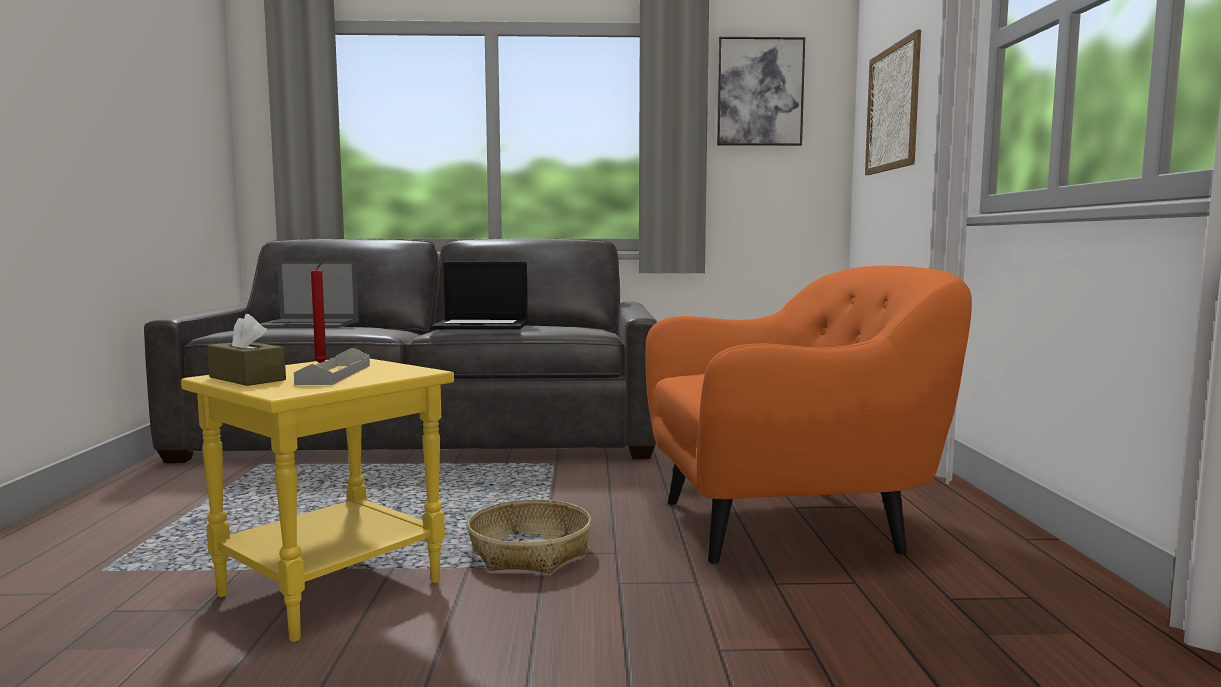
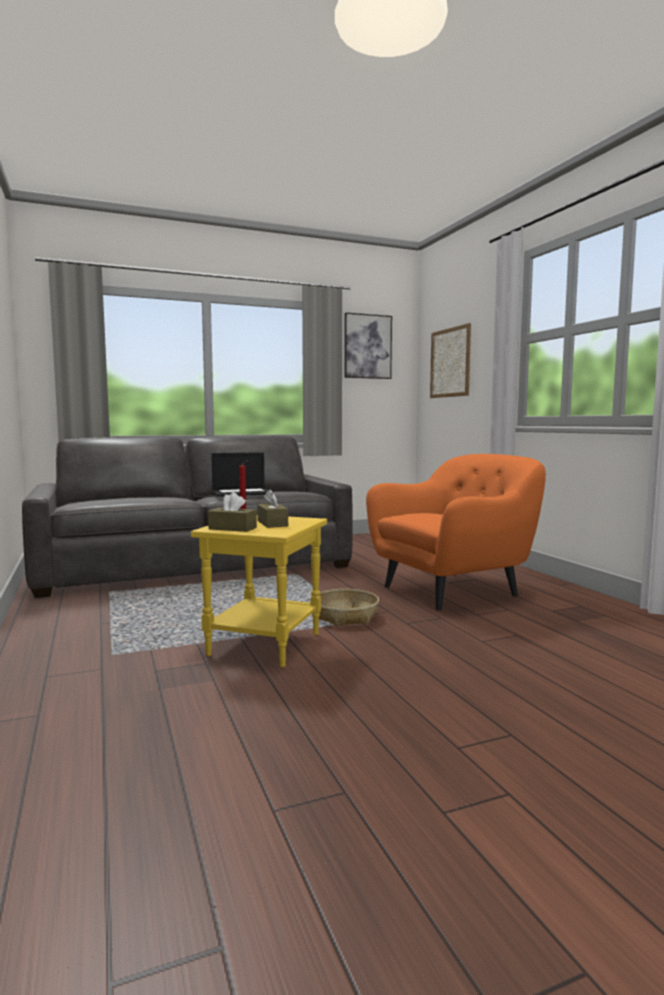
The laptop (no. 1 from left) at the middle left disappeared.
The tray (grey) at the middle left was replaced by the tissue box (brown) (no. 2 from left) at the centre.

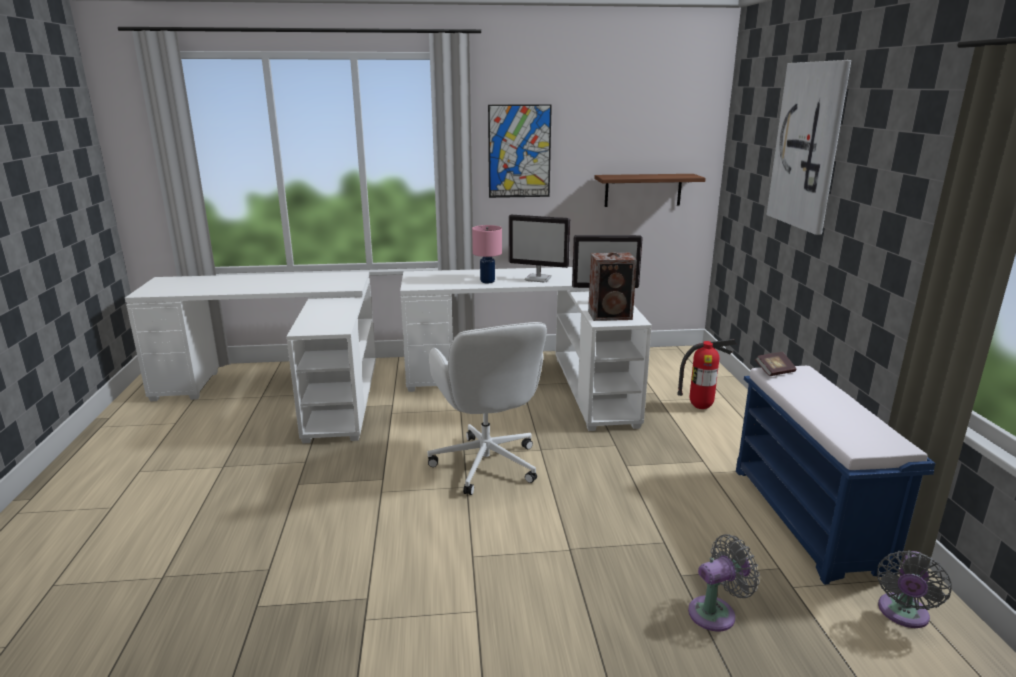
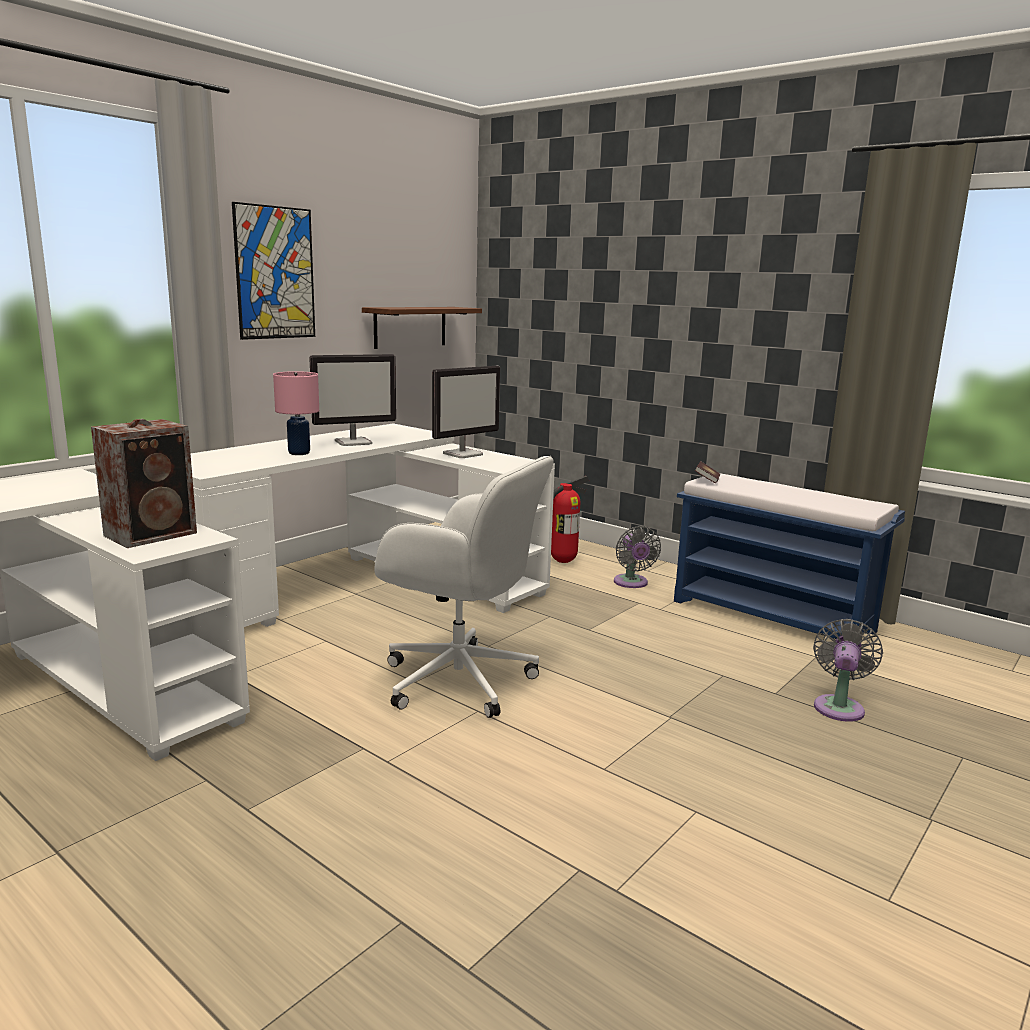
The picture (no. 2 from left) at the top right disappeared.
The speaker moved from the centre to the middle left.
The fan (grey) (no. 2 from left in the first image) moved from the bottom right to the centre.

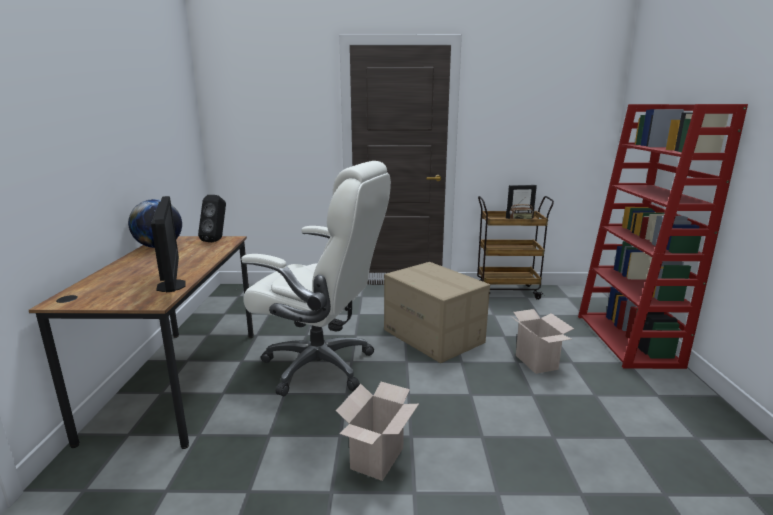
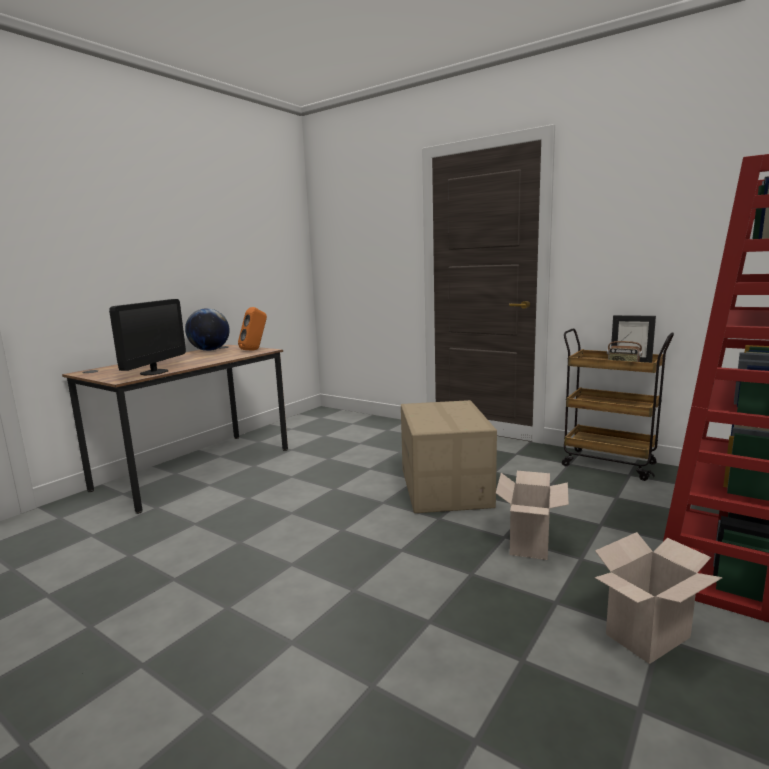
The office chair (white) at the centre disappeared.
The cardboard box (no. 1 from left in the first image) moved from the bottom centre to the bottom right.
The speaker (black) at the middle left became the speaker (orange) at the middle left.

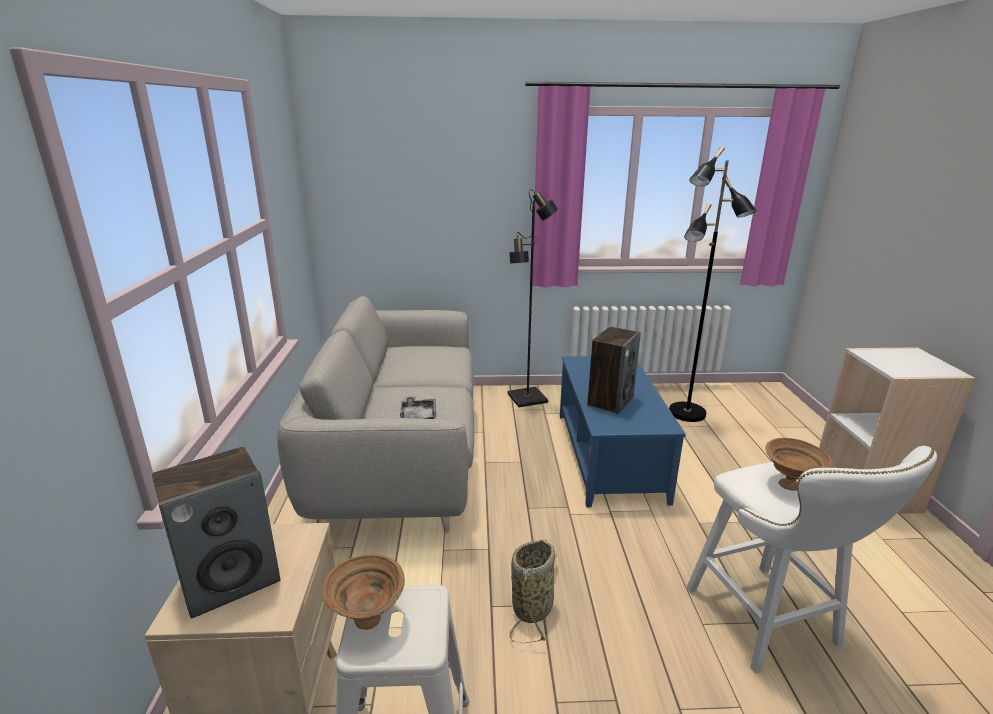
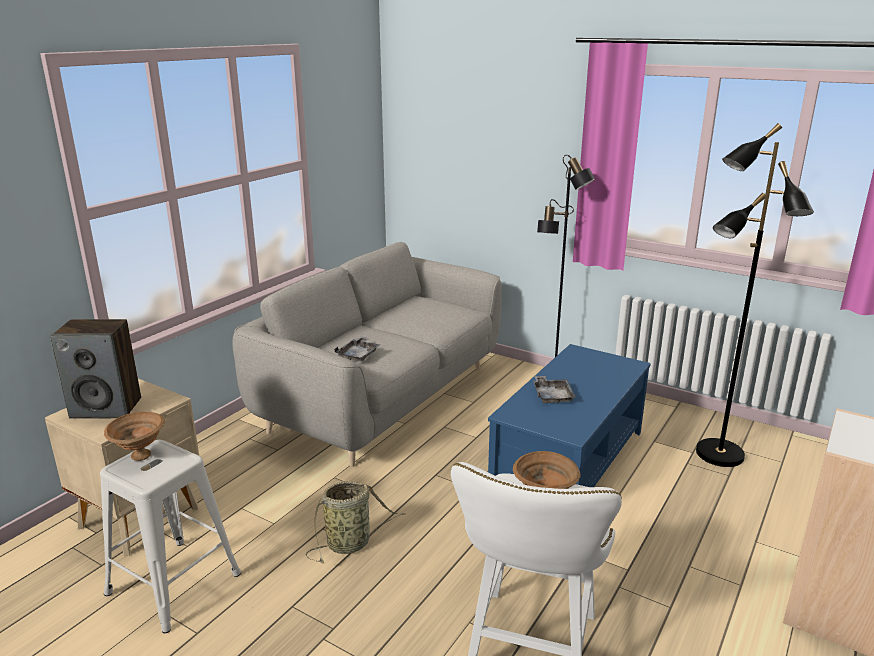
The speaker (no. 2 from left) at the centre was replaced by the tray (grey) (no. 2 from left) at the centre.

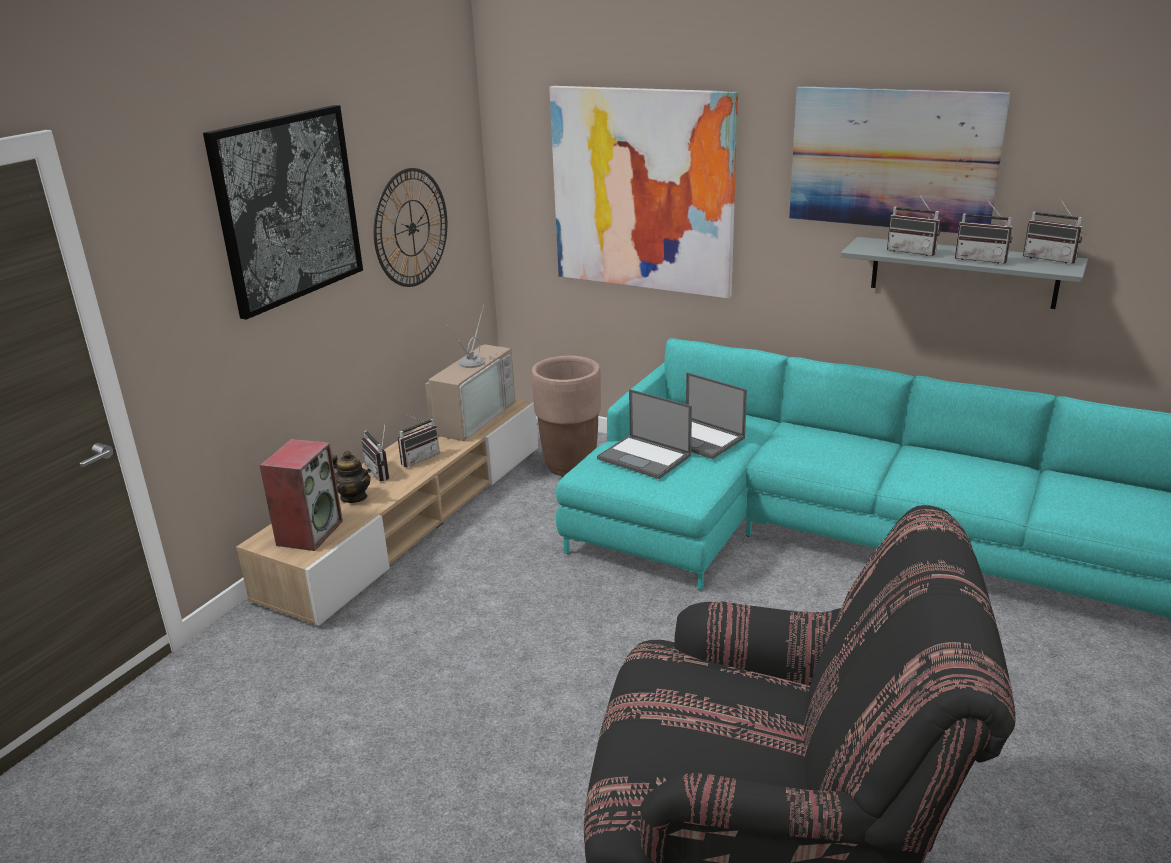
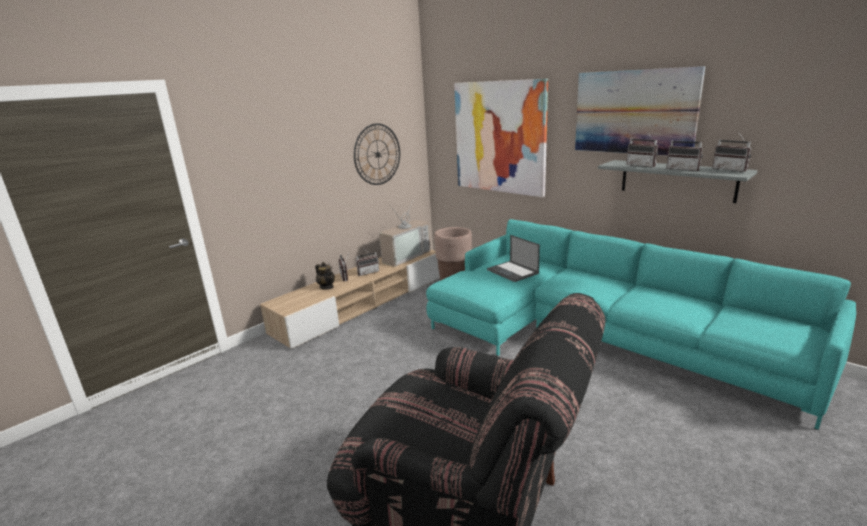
The picture (no. 1 from left) at the top left disappeared.
The speaker at the middle left disappeared.
The laptop (no. 1 from left) at the centre disappeared.

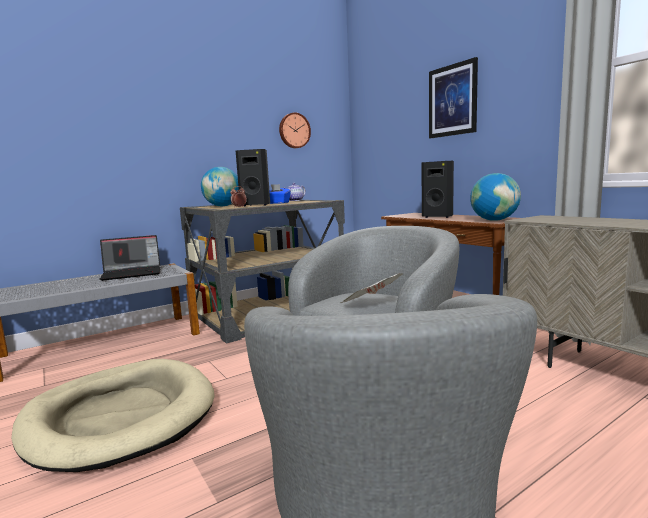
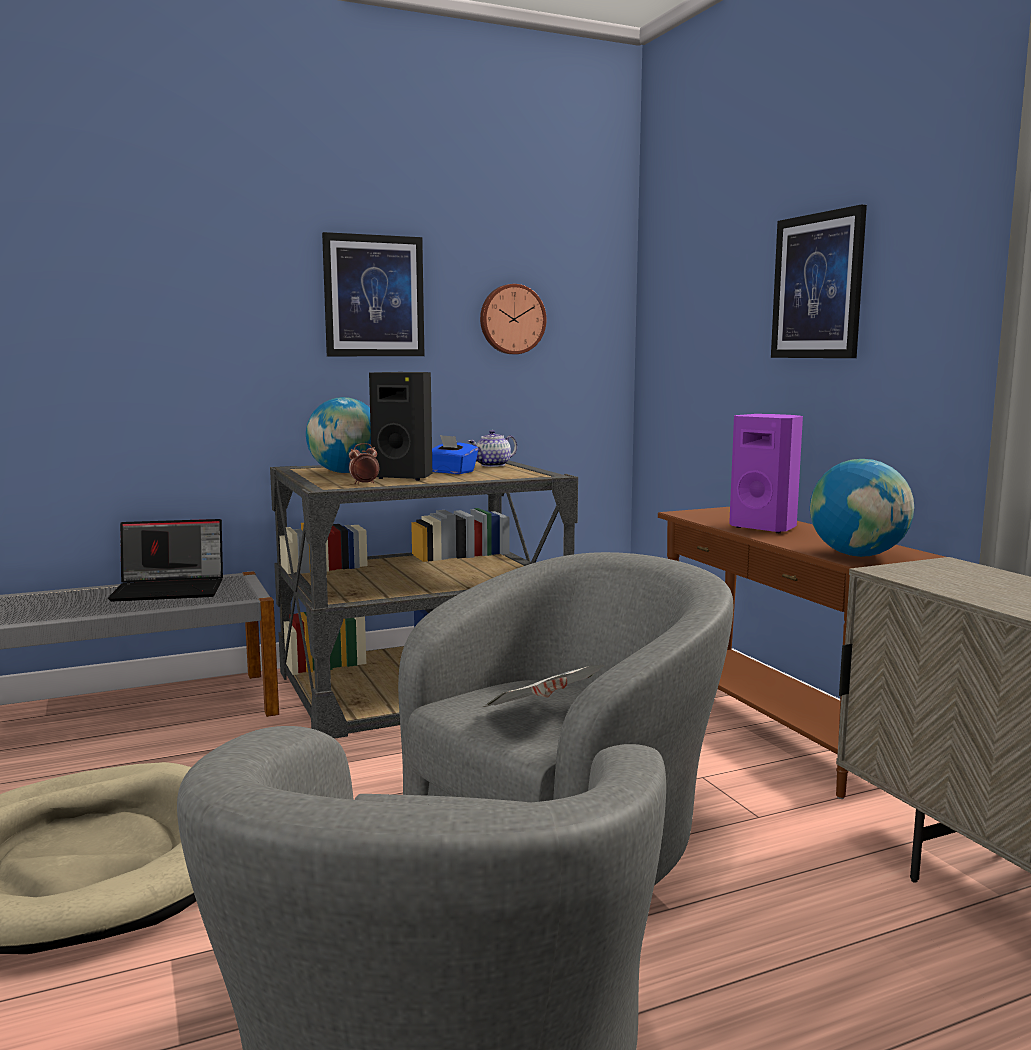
The picture (no. 1 from left) at the top centre appeared.
The speaker (black) (no. 2 from left) at the middle right became the speaker (purple) at the middle right.

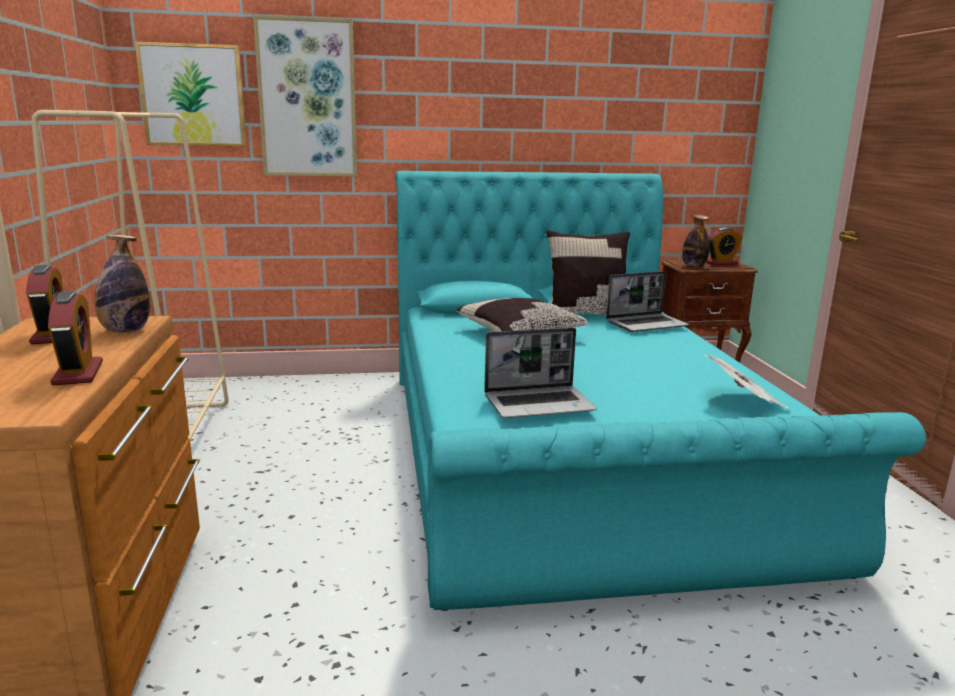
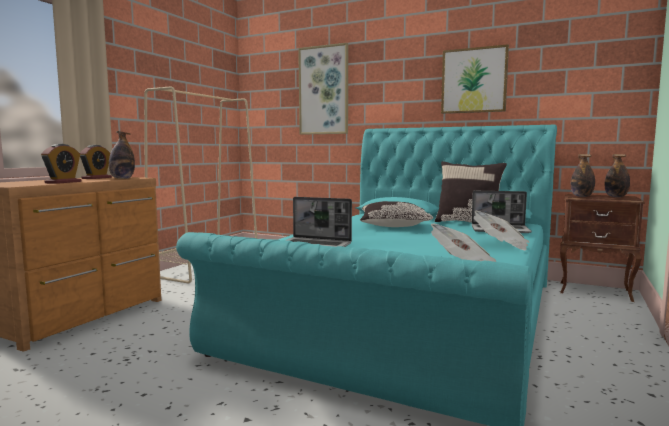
The newspaper (no. 2 from left) at the middle right appeared.
The picture (no. 1 from left in the first image) moved from the top left to the top right.
The alarm clock (no. 3 from left) at the middle right was replaced by the bottle (no. 3 from left) at the middle right.

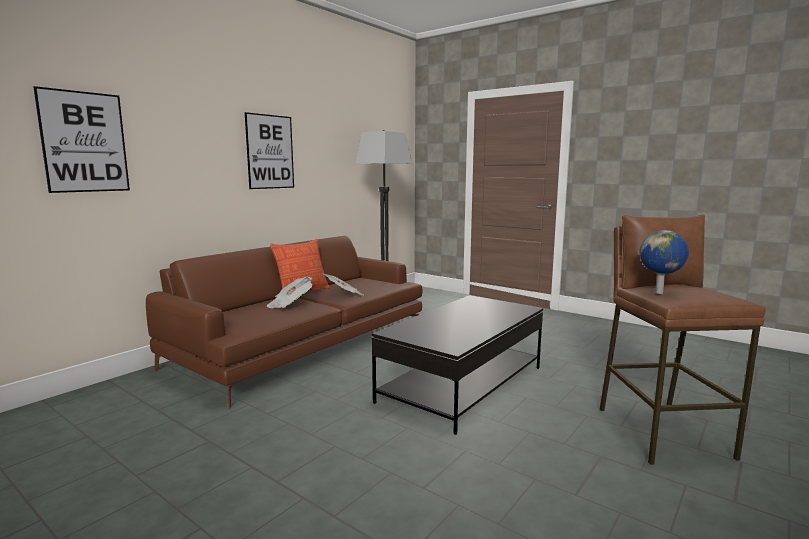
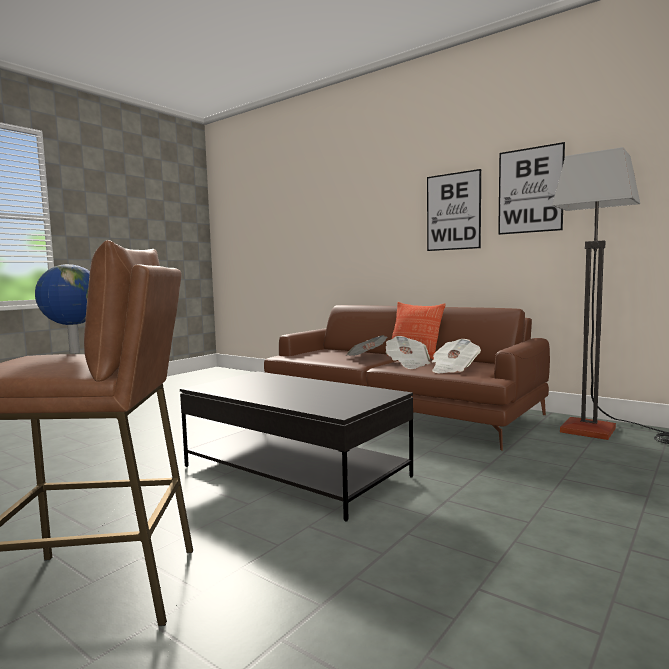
The newspaper (no. 3 from left) at the middle right appeared.
The picture (no. 1 from left in the first image) moved from the top left to the top right.

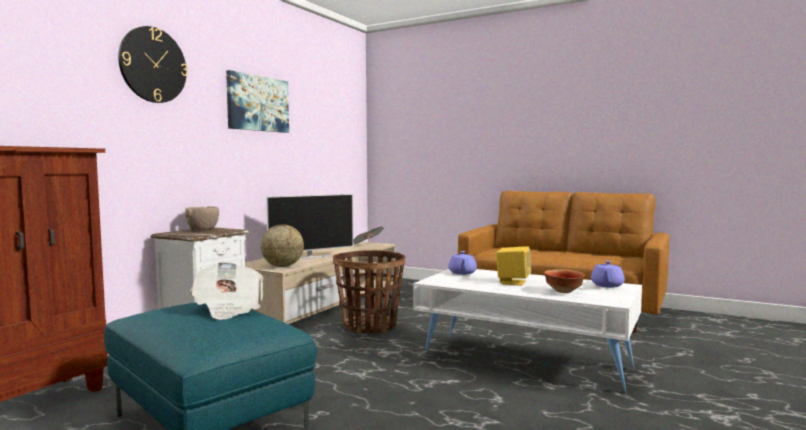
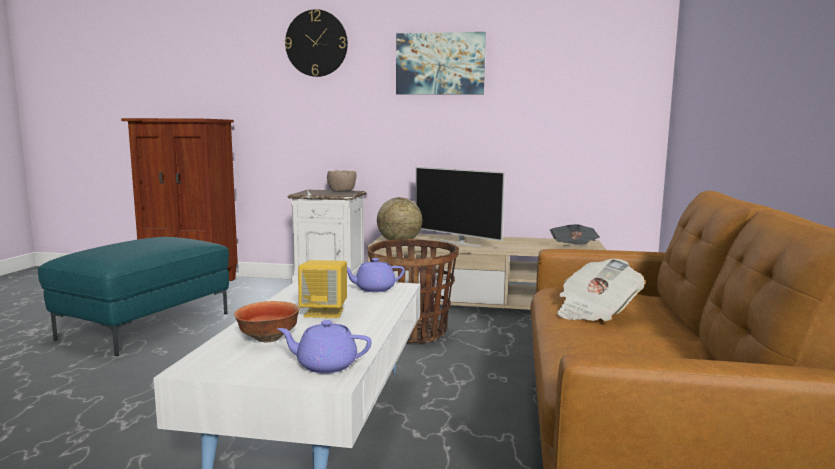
The newspaper (no. 1 from left in the first image) moved from the bottom left to the middle right.

